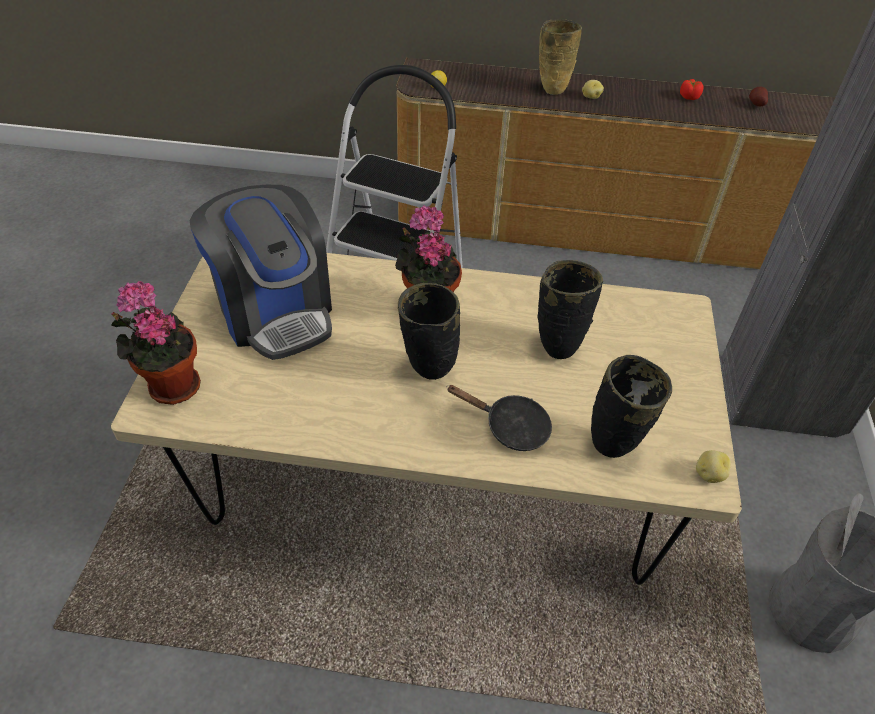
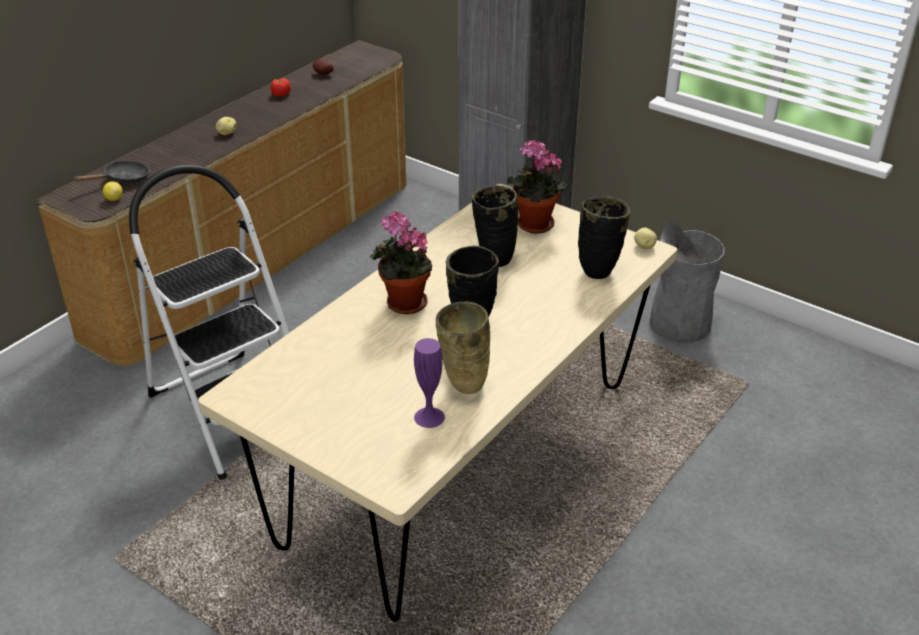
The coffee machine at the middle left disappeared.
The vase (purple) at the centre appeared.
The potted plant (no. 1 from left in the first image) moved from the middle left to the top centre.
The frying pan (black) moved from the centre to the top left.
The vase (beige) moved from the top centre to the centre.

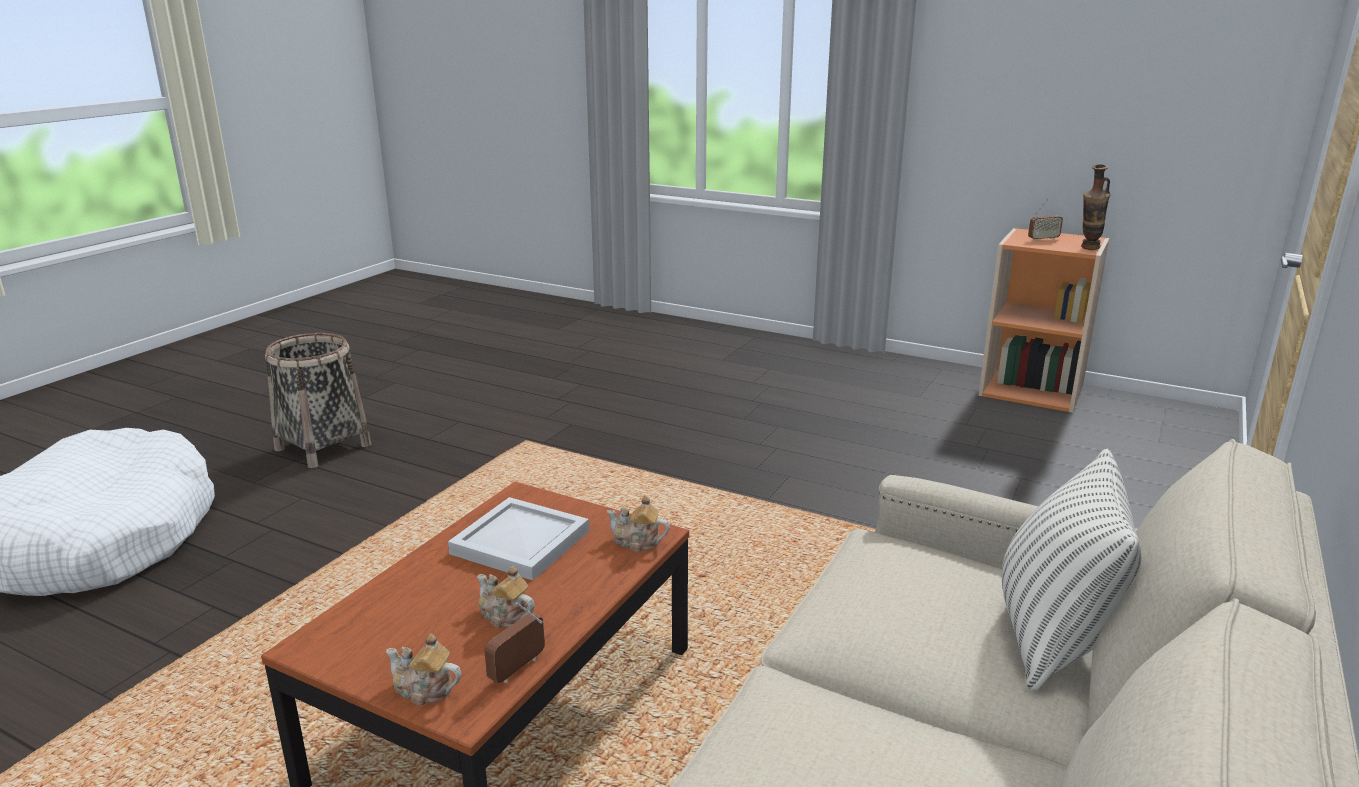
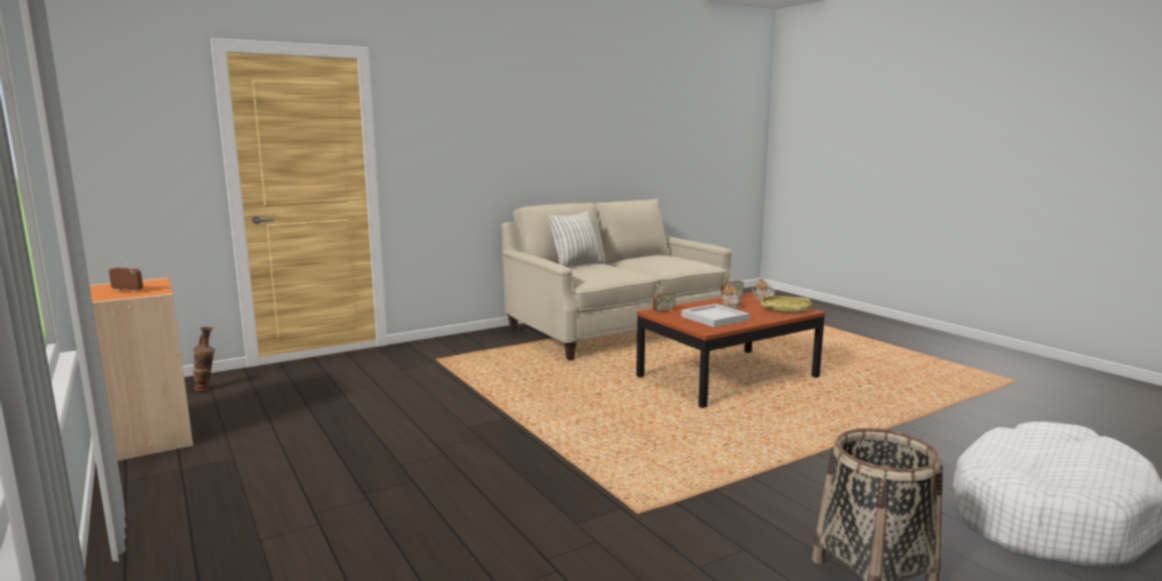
The tray (yellow) at the middle right appeared.
The vase moved from the top right to the middle left.
The teapot (no. 3 from left) at the centre was replaced by the radio (no. 2 from left) at the centre.

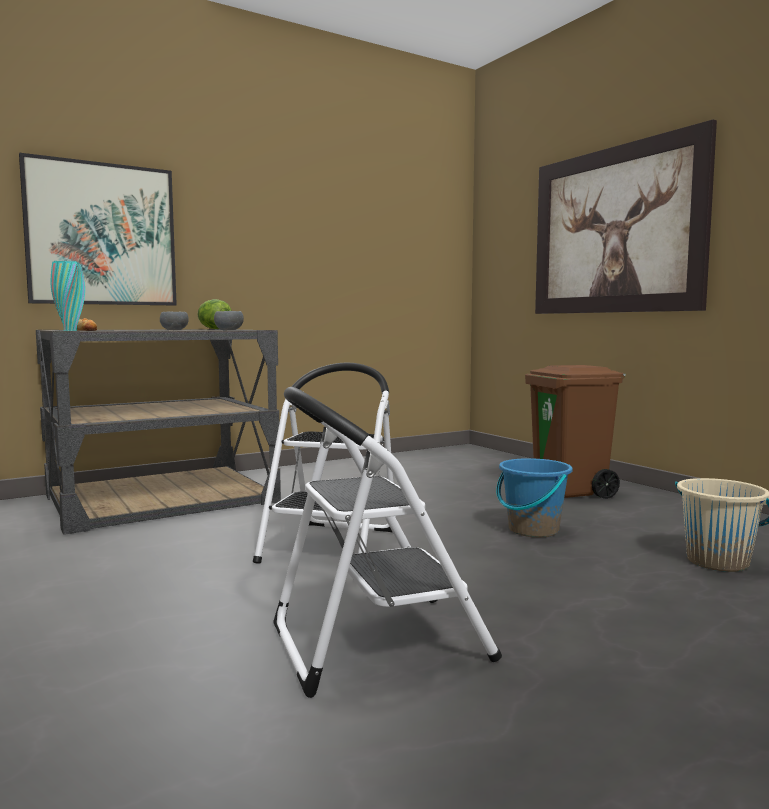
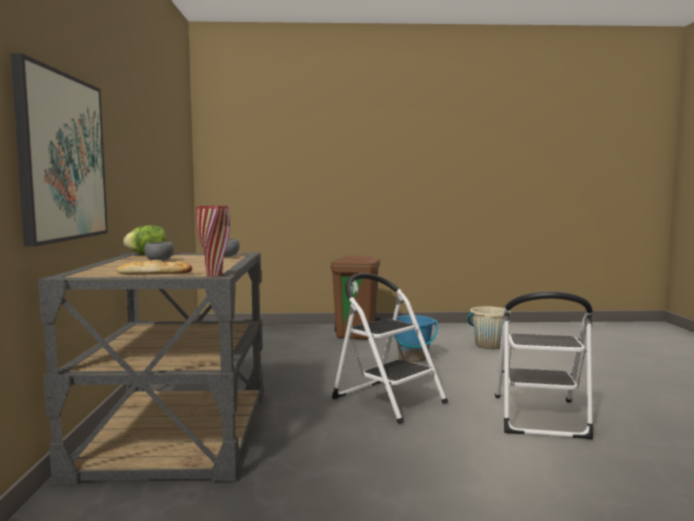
The picture (no. 2 from left) at the top right disappeared.
The vase (turquoise) at the middle left became the vase (red) at the middle left.

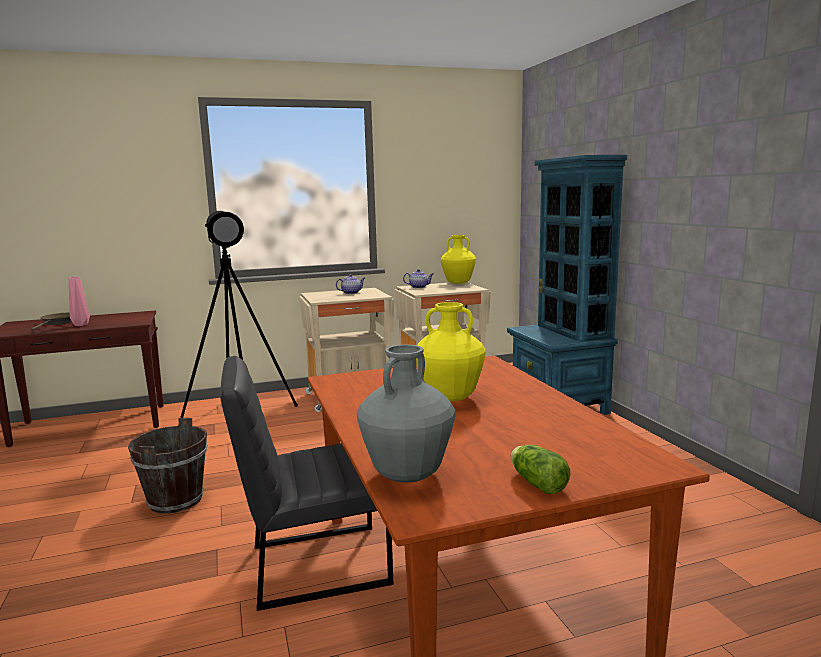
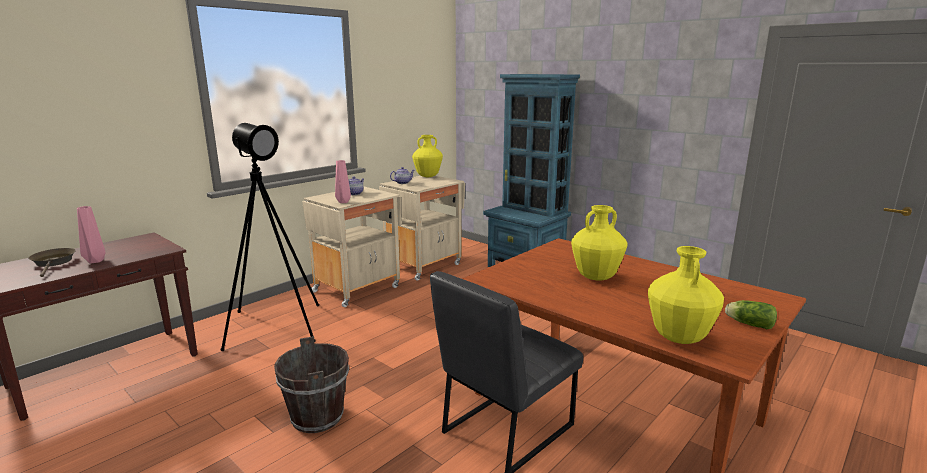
The vase (pink) (no. 2 from left) at the centre appeared.
The vase (grey) at the centre became the vase (yellow) (no. 3 from left) at the middle right.

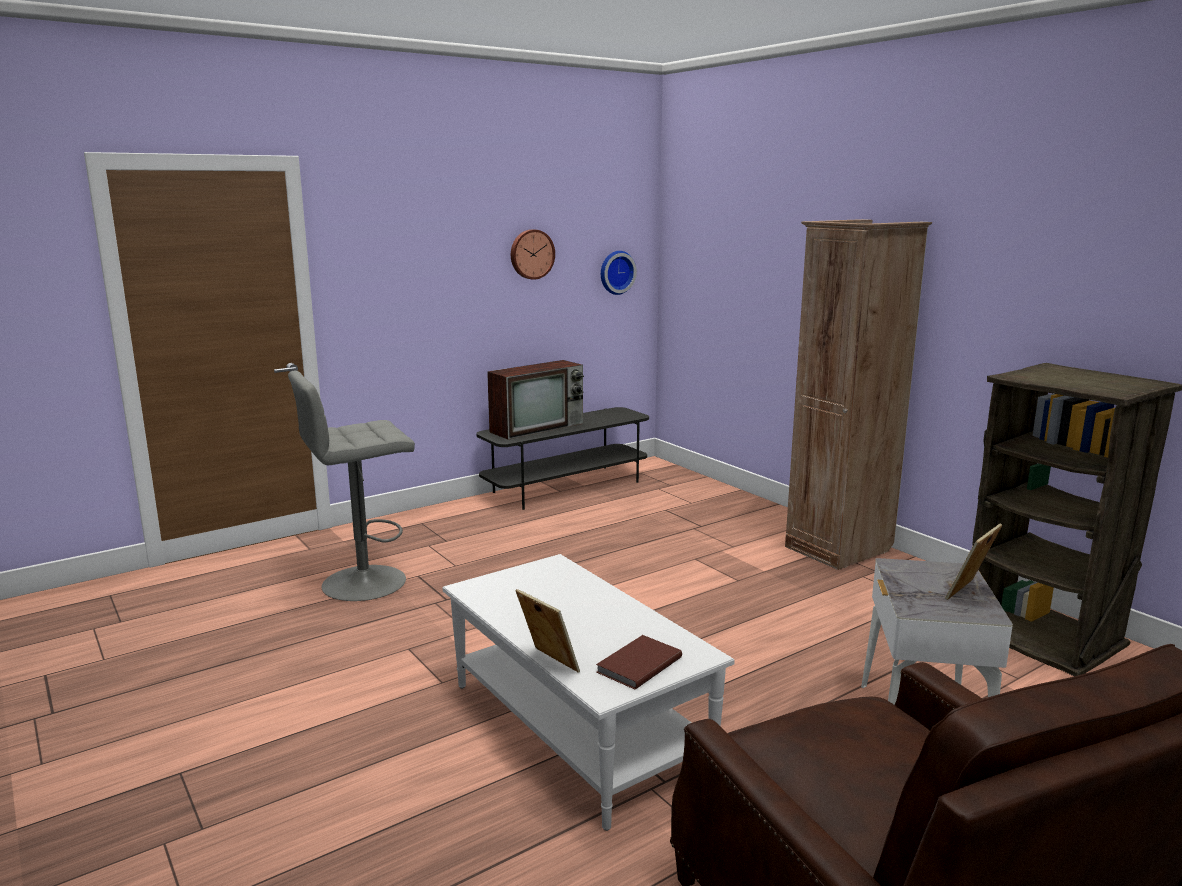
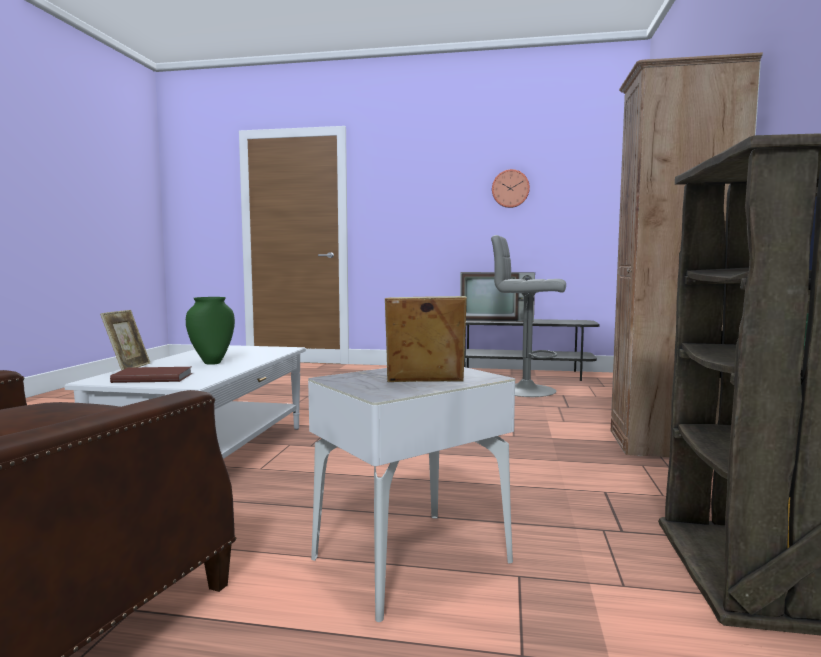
The wall clock (no. 2 from left) at the top centre disappeared.
The vase (green) at the middle left appeared.
The stool (grey) moved from the middle left to the centre.

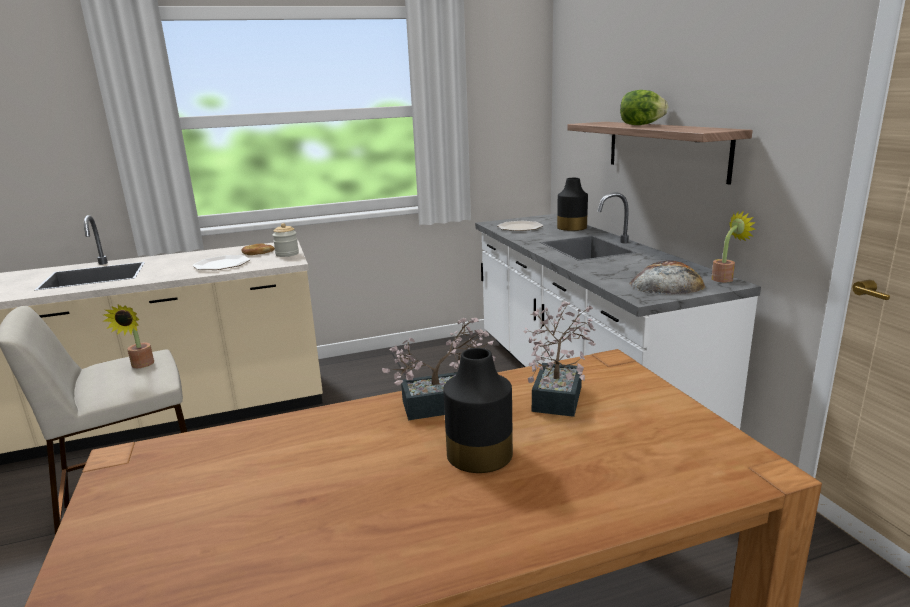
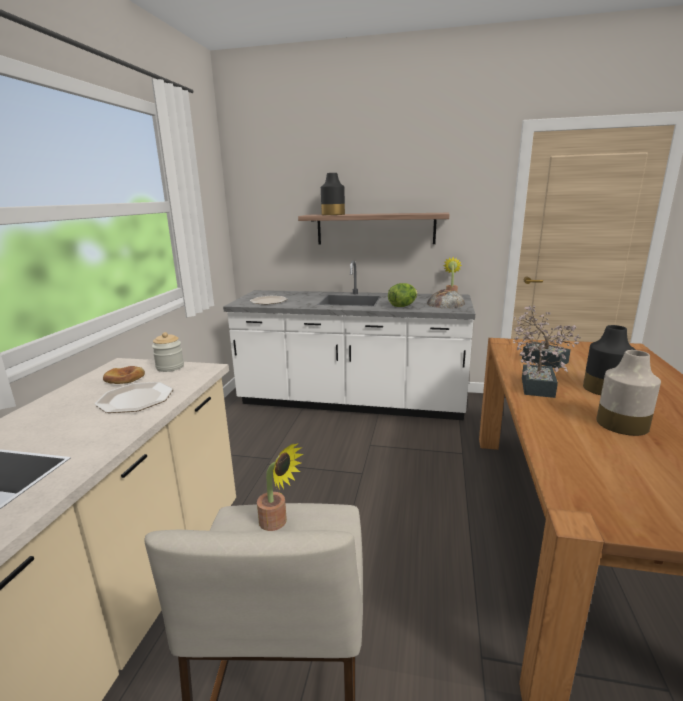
The vase (beige) at the middle right appeared.
The vase (black) (no. 2 from left in the first image) moved from the centre to the top centre.
The lettuce moved from the top right to the centre.

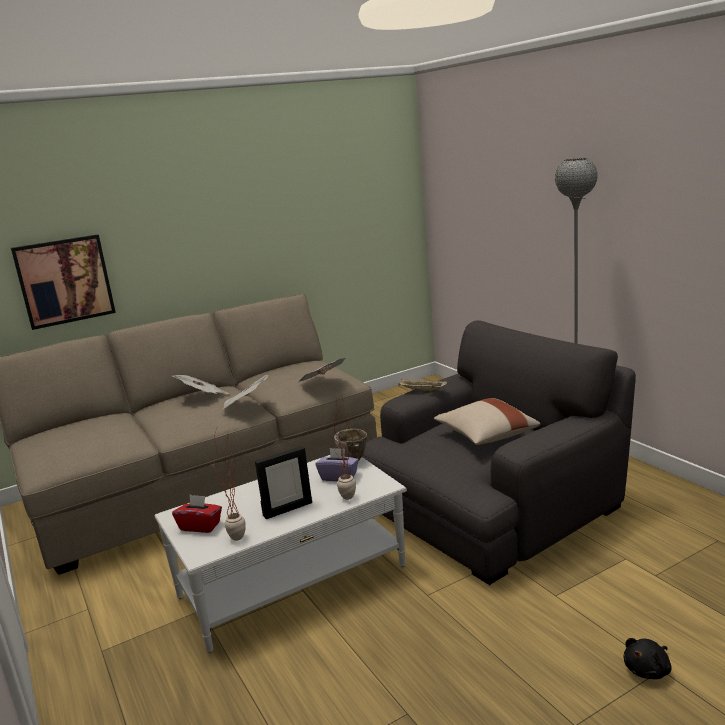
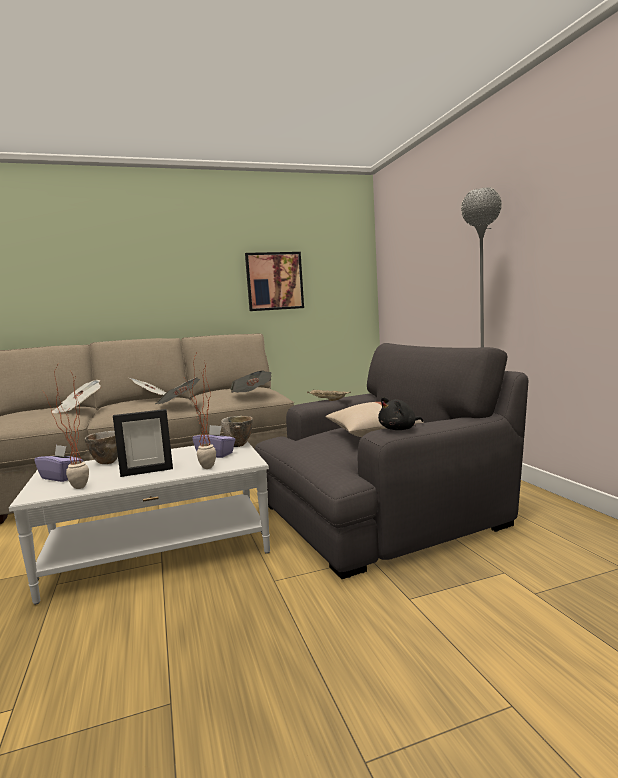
The newspaper (no. 1 from left) at the middle left appeared.
The bowl (no. 1 from left) at the middle left appeared.
The picture moved from the middle left to the centre.
The plush toy (black) moved from the bottom right to the centre.
The tissue box (red) at the bottom left became the tissue box (purple) (no. 1 from left) at the middle left.

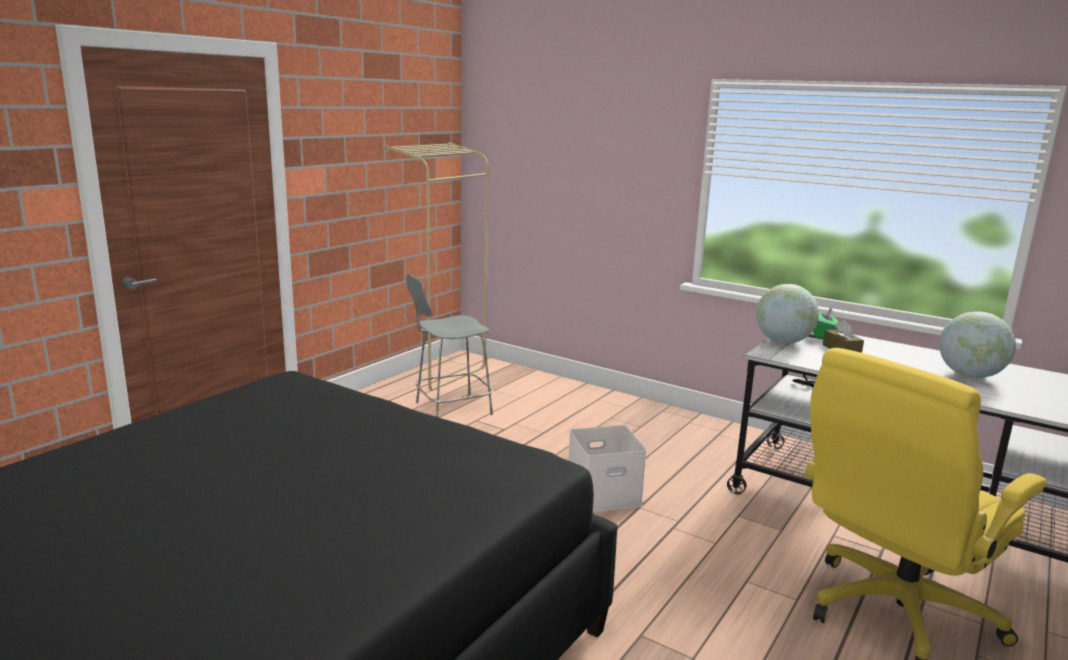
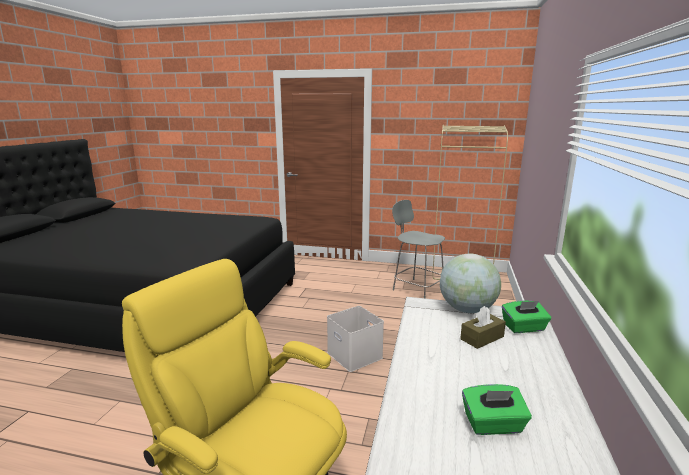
The globe (no. 2 from left) at the middle right was replaced by the tissue box (green) (no. 1 from left) at the bottom right.

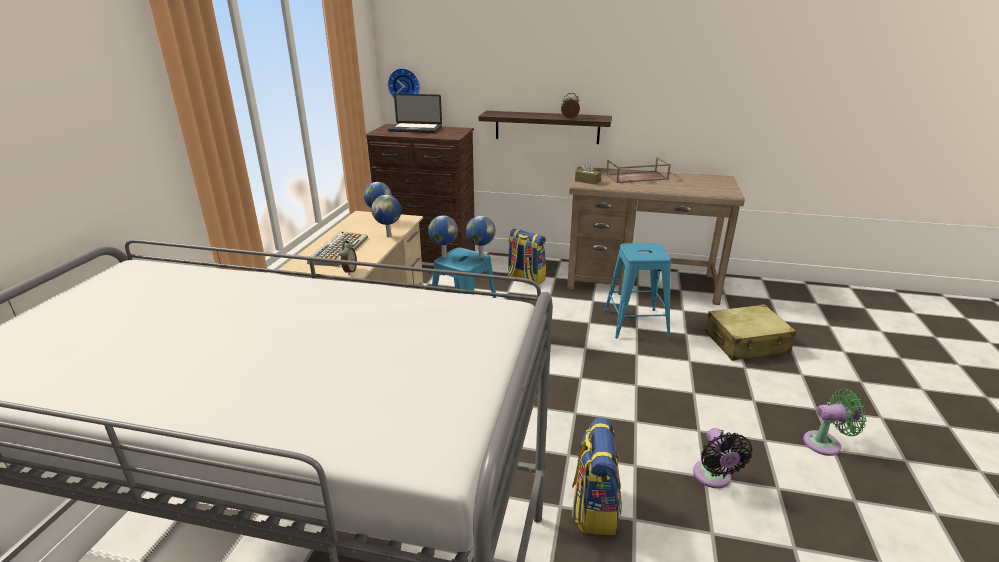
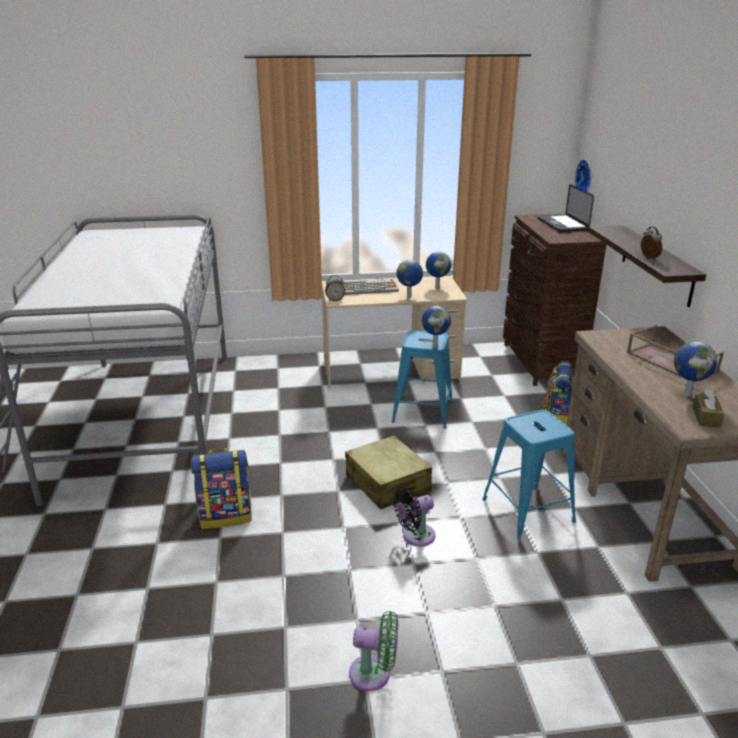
The globe (no. 3 from left in the first image) moved from the centre to the middle right.
The tissue box (brown) moved from the top centre to the middle right.
The fan (black) moved from the bottom right to the bottom centre.
The suitcase (beige) moved from the middle right to the centre.
The fan (green) at the bottom right turned 60 degrees counterclockwise.

